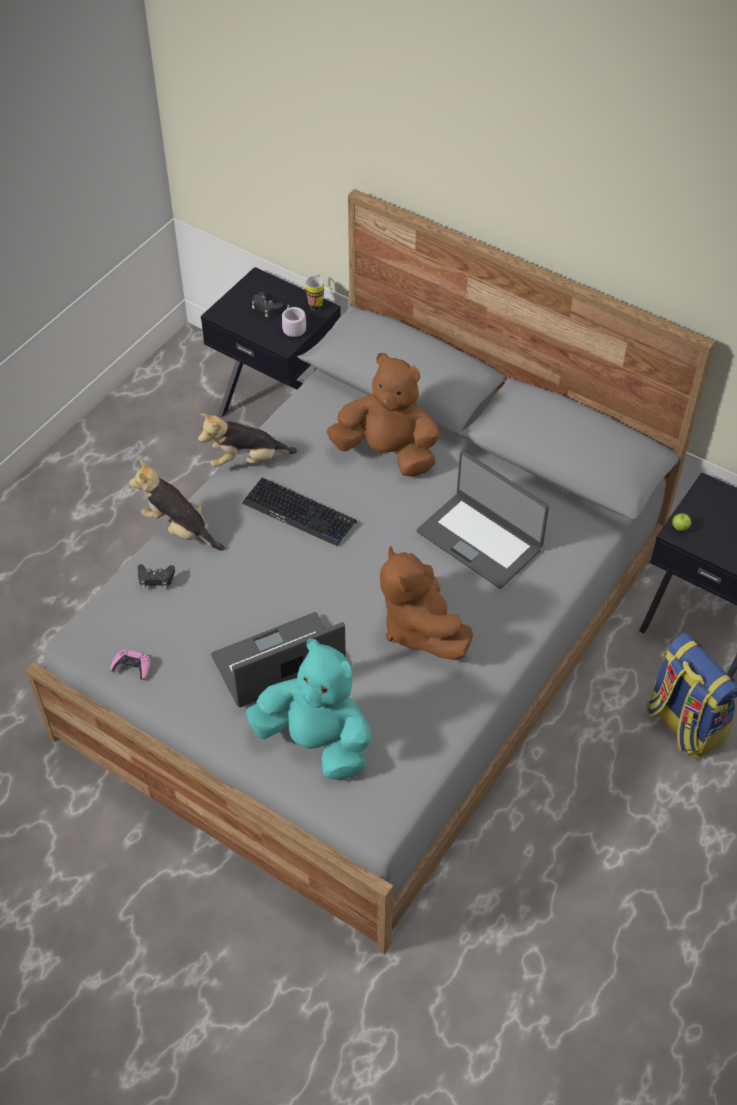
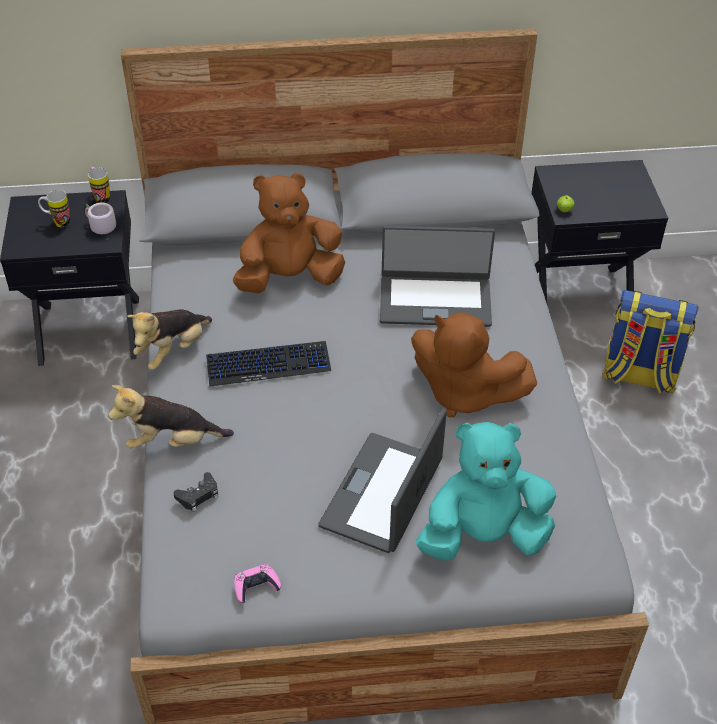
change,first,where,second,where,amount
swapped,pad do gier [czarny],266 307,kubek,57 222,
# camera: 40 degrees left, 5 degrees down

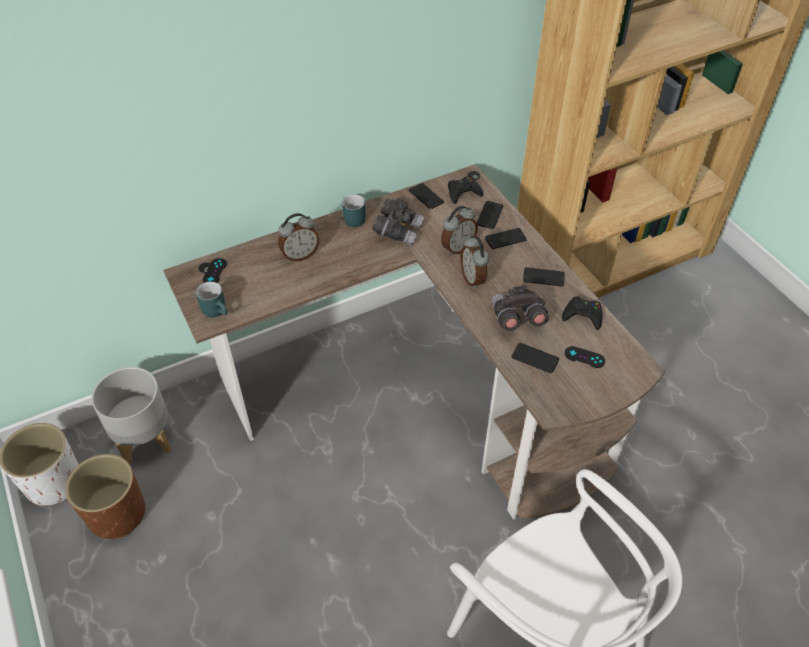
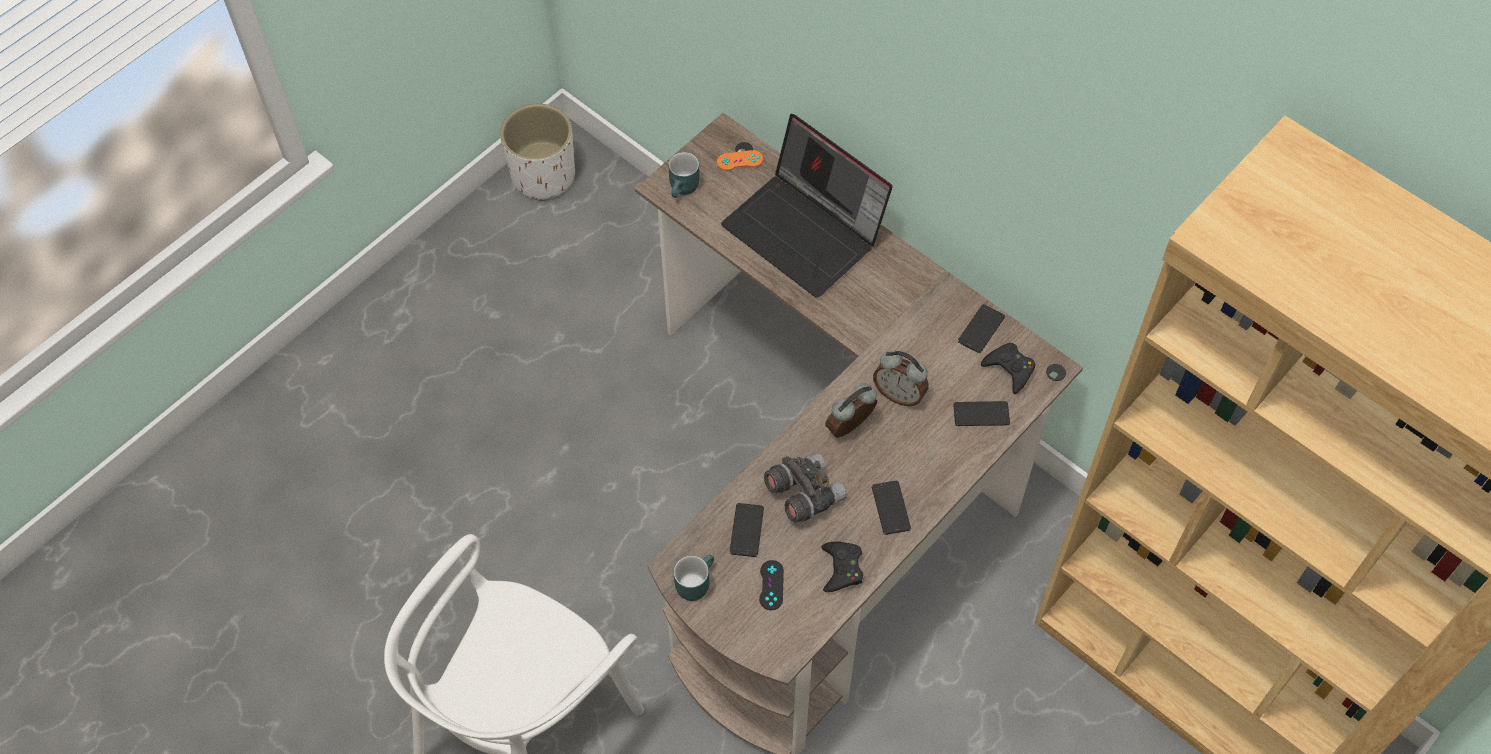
change,first,where,second,where,amount
shifted,kubek [turkusowy],351 219,,694 581,
repainted,pad do gier [czarny],214 272,pad do gier [pomarańczowy],739 160,
swapped,budzik,300 255,laptop,806 231,
gone,donica [brązowy],117 513,,,
gone,donica [szary],145 440,,,
gone,lornetka [szary],398 231,,,
gone,telefon,505 239,,,
# camera: 70 degrees right, 10 degrees up

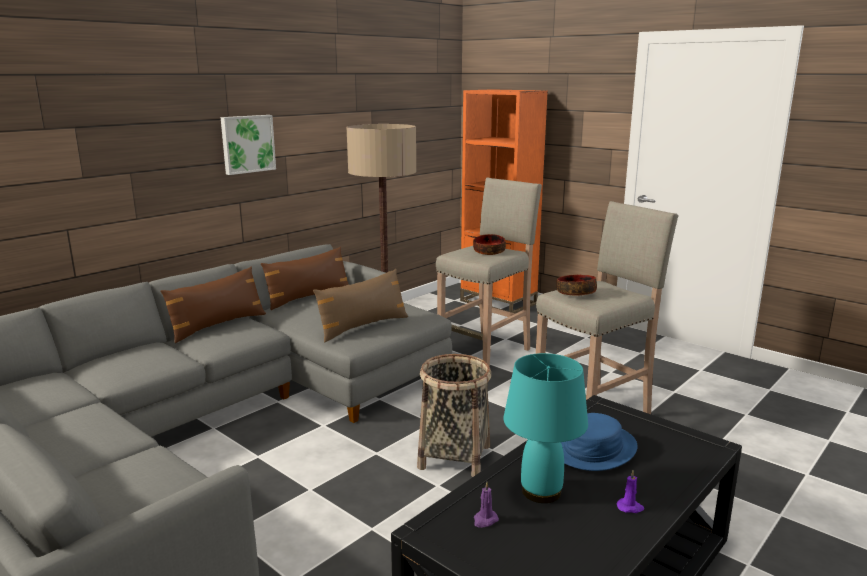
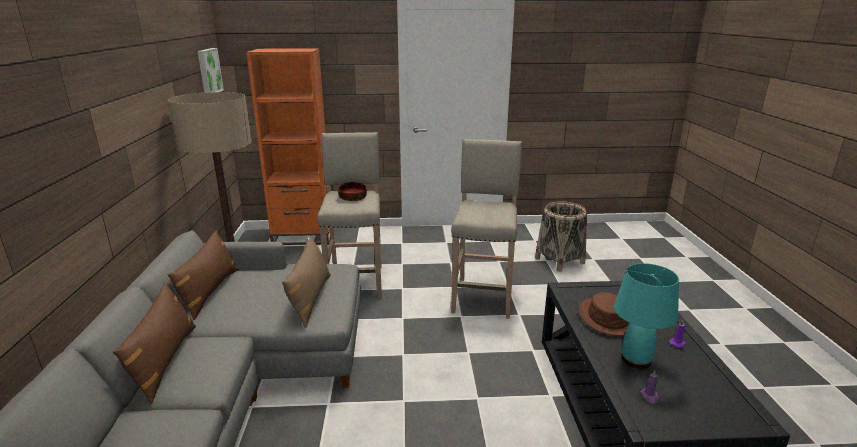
change,first,where,second,where,amount
shifted,obraz,247 144,,208 71,
shifted,koszyk,455 457,,559 260,
repainted,kapelusz [niebieski],593 448,kapelusz [brązowy],608 317,
gone,miska,576 293,,,
# camera: 45 degrees left, 5 degrees up

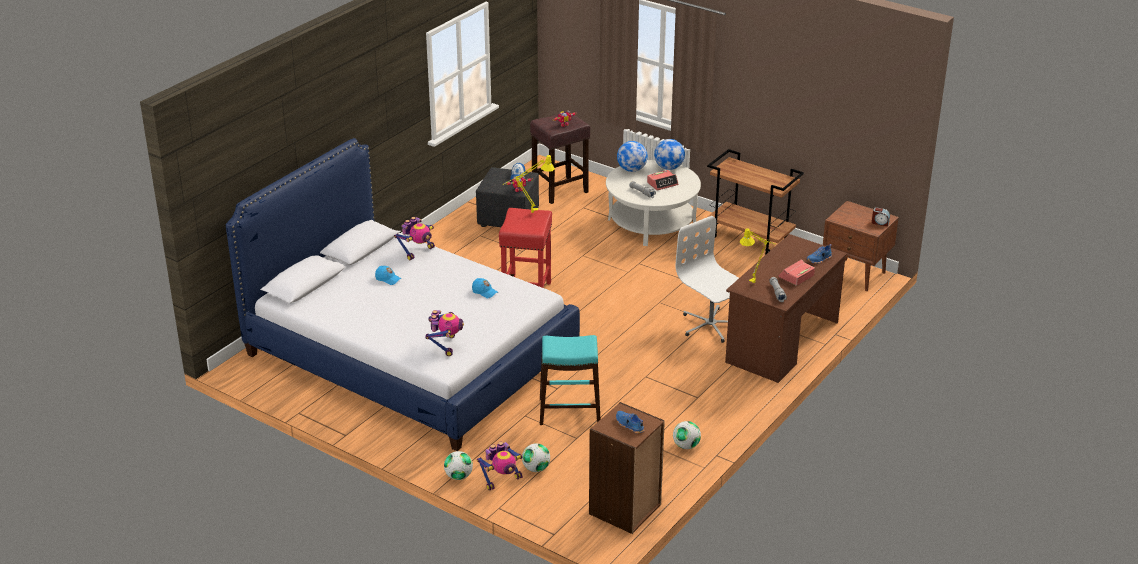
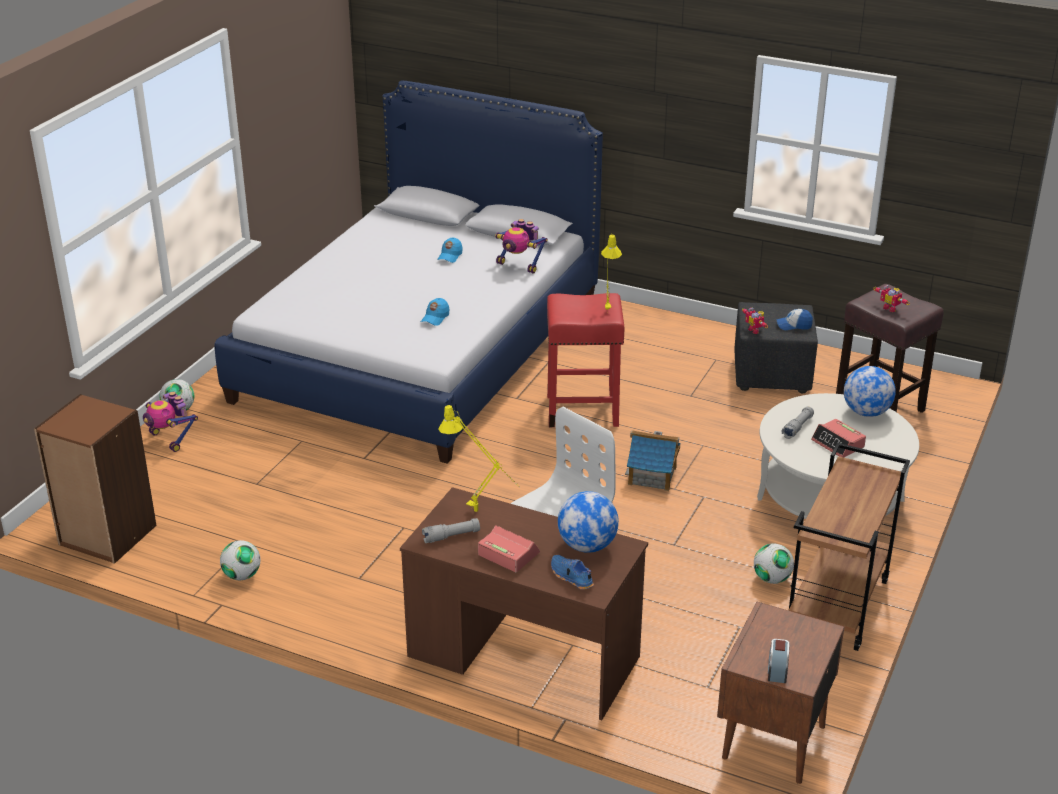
change,first,where,second,where,amount
shifted,globus,669 167,,587 546,
new,,,domek,652 476,
shifted,piłka futbolowa,536 468,,772 579,
gone,robot zabawkowy,445 345,,,
gone,stołek [turkusowy],570 411,,,
gone,but [niebieski],629 425,,,
# camera: 80 degrees right, 0 degrees up

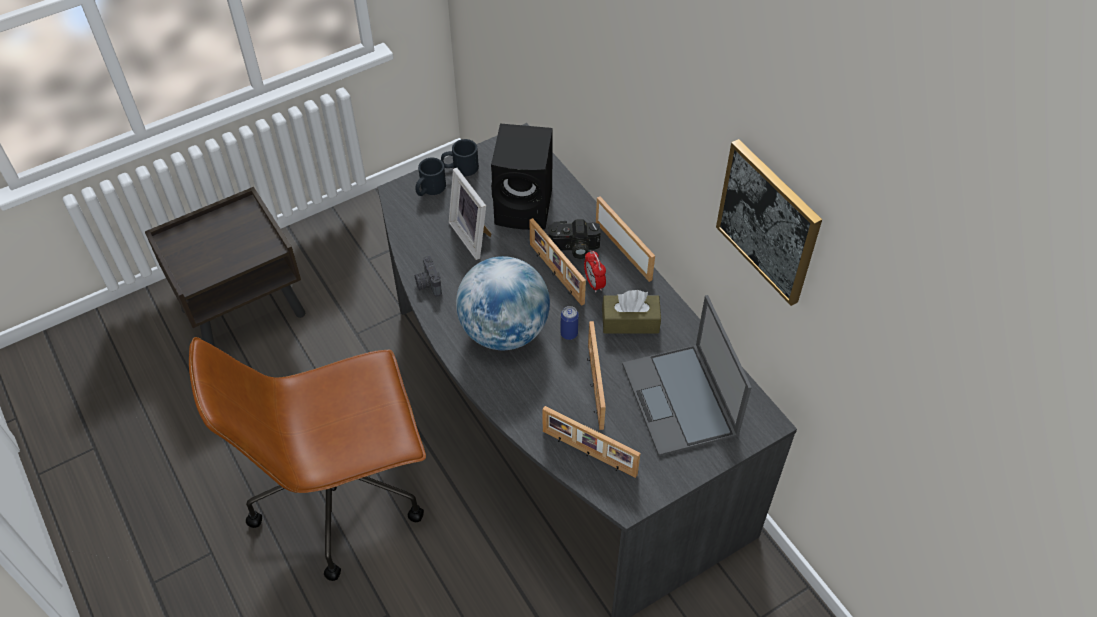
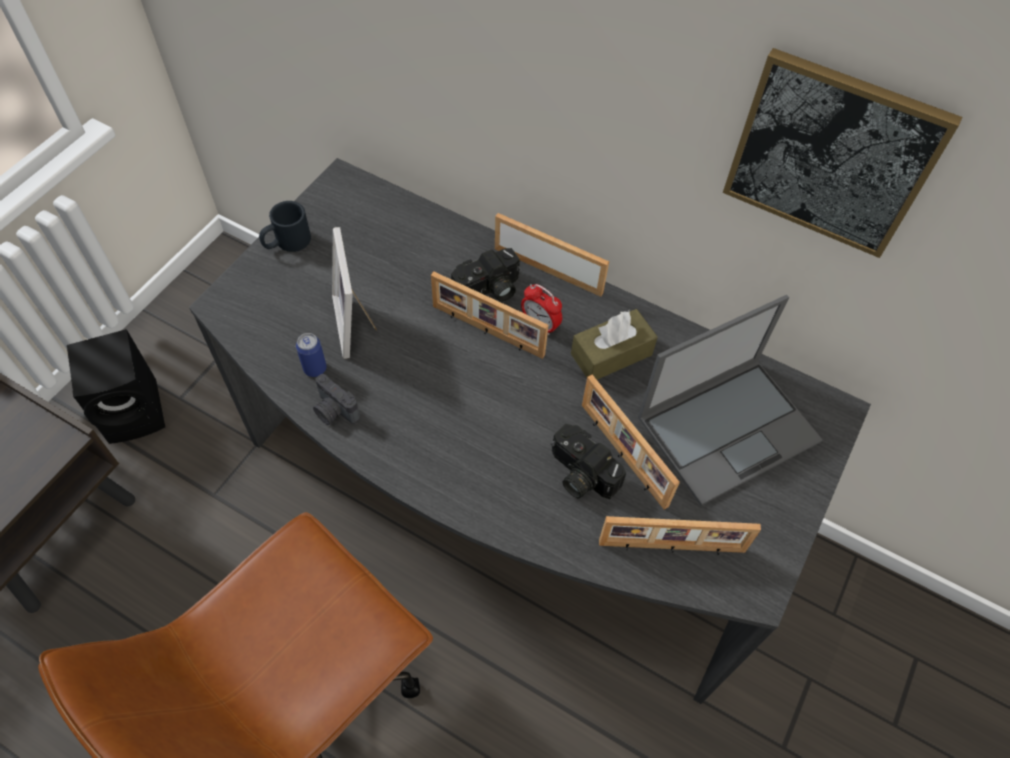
change,first,where,second,where,amount
shifted,głośnik [czarny],526 207,,136 411,
shifted,puszka,569 334,,315 368,
rotated,ramka na zdjęcie,473 236,,356 323,45 degrees clockwise
new,,,aparat fotograficzny,579 474,
rotated,laptop,680 400,,729 428,75 degrees counterclockwise
gone,kubek [czarny],429 189,,,
gone,globus,504 331,,,
# camera: 30 degrees left, 5 degrees up

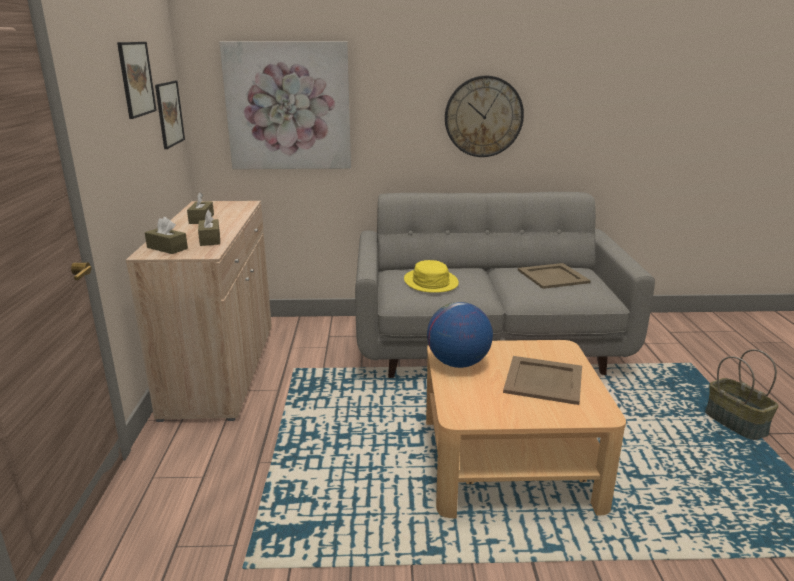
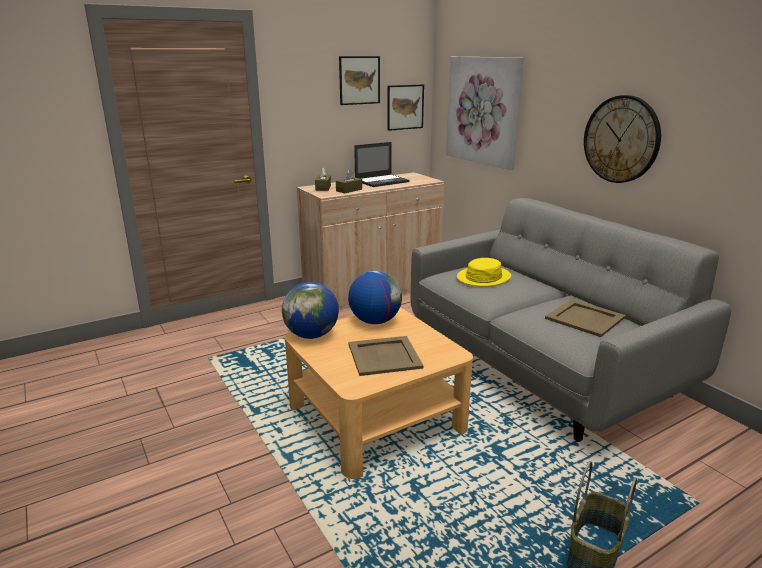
change,first,where,second,where,amount
new,,,globus,312 335,
swapped,pudełko chusteczek [brązowy],201 219,laptop,382 181,
# camera: 60 degrees right, 0 degrees up

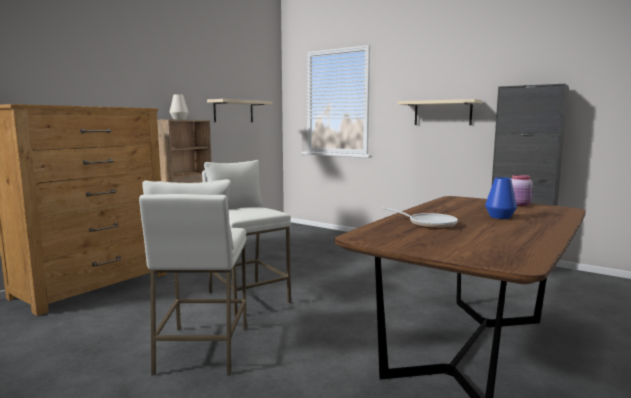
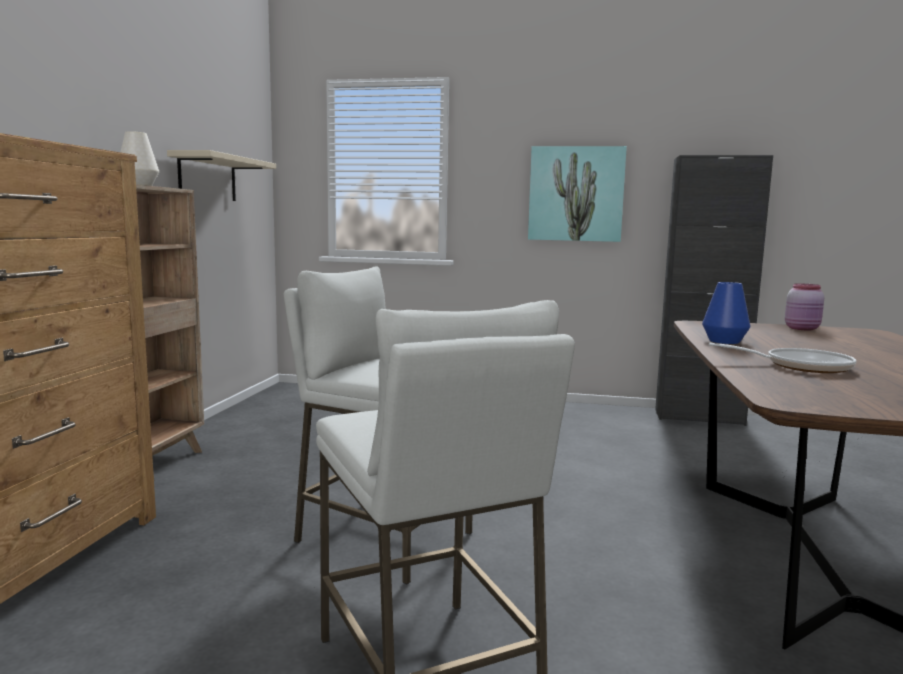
change,first,where,second,where,amount
swapped,półka [beżowy],442 113,obraz,576 194,
shifted,wazon [niebieski],500 217,,724 341,
# camera: 25 degrees left, 0 degrees up

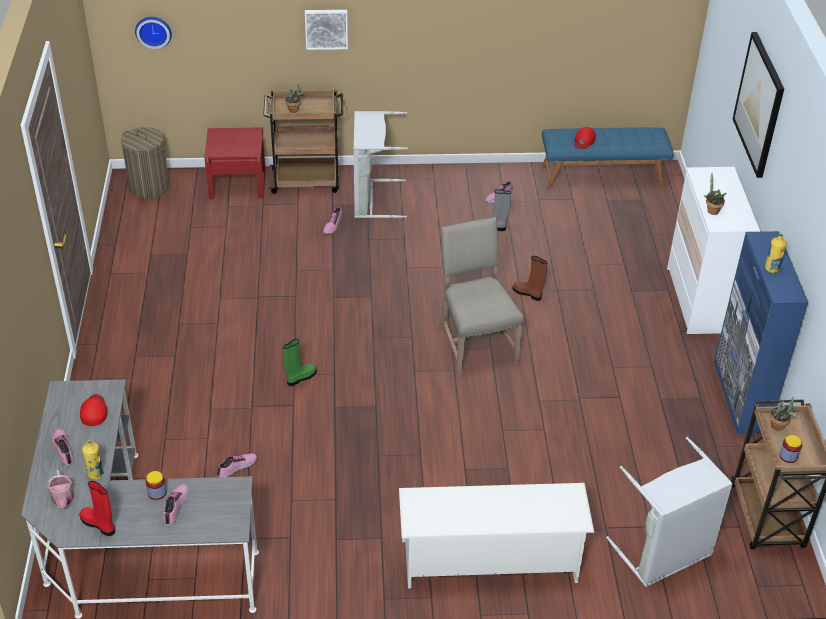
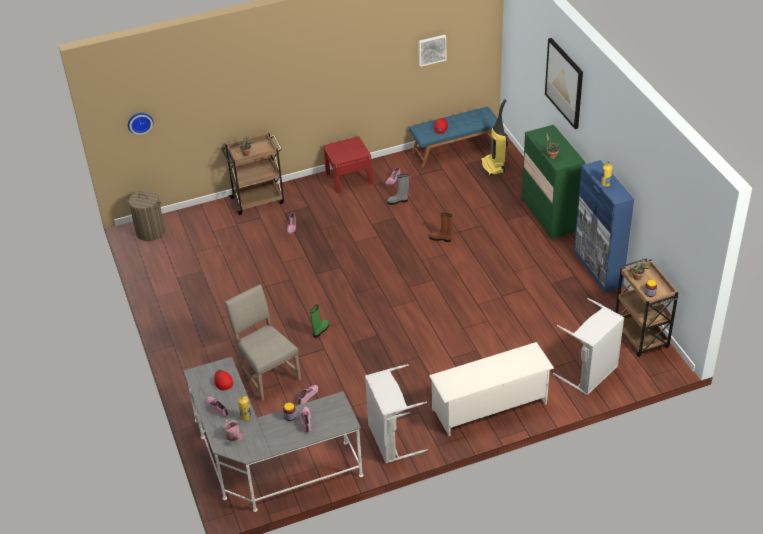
change,first,where,second,where,amount
shifted,krzesło [beżowy],475 343,,267 374,
shifted,szafka nocna [czerwony],237 183,,349 178,
shifted,kosz na pranie [szary],372 199,,390 440,
shifted,obraz,326 28,,431 49,
new,,,odkurzacz,493 166,
repainted,komoda [biały],699 300,komoda [zielony],549 215,
gone,but z cholewką [czerwony],99 524,,,
# camera: 15 degrees left, 0 degrees up

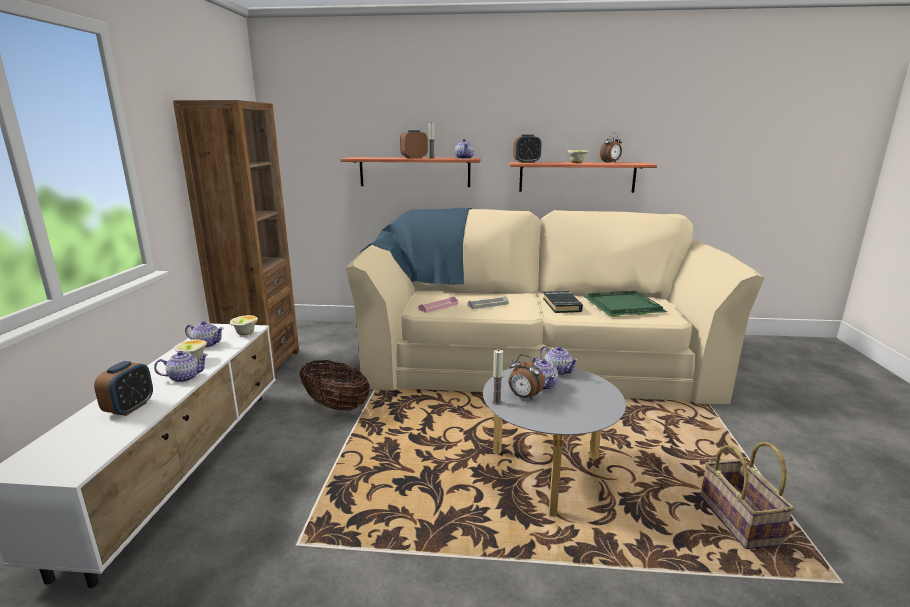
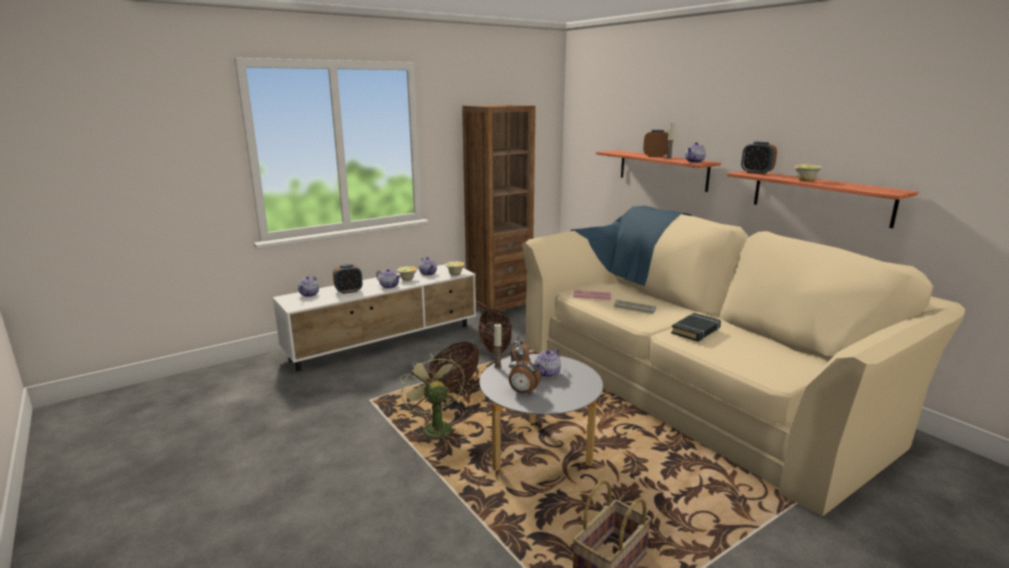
change,first,where,second,where,amount
shifted,imbryk,557 371,,309 294,
new,,,wentylator [zielony],434 427,
new,,,koszyk,454 386,
shifted,budzik,610 162,,523 392,
gone,taca [zielony],622 306,,,
# camera: 50 degrees right, 0 degrees up

